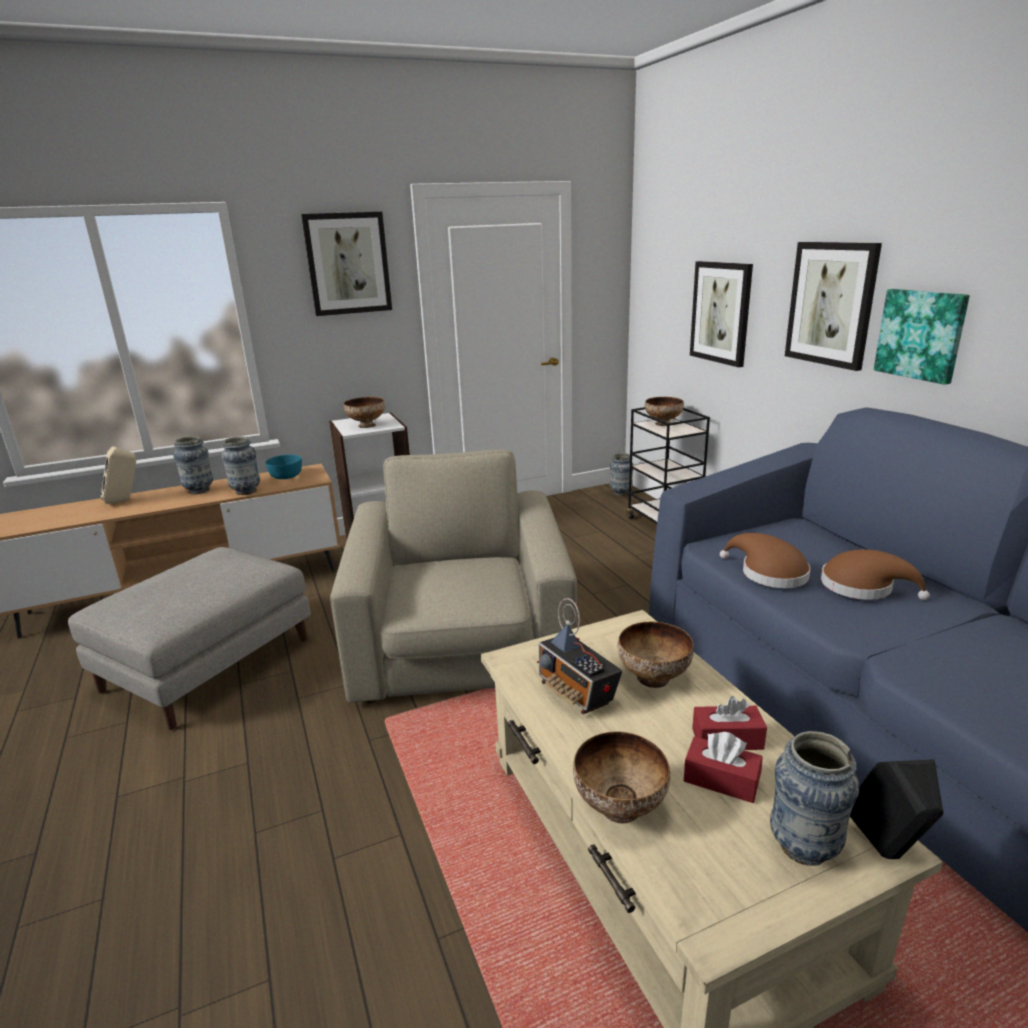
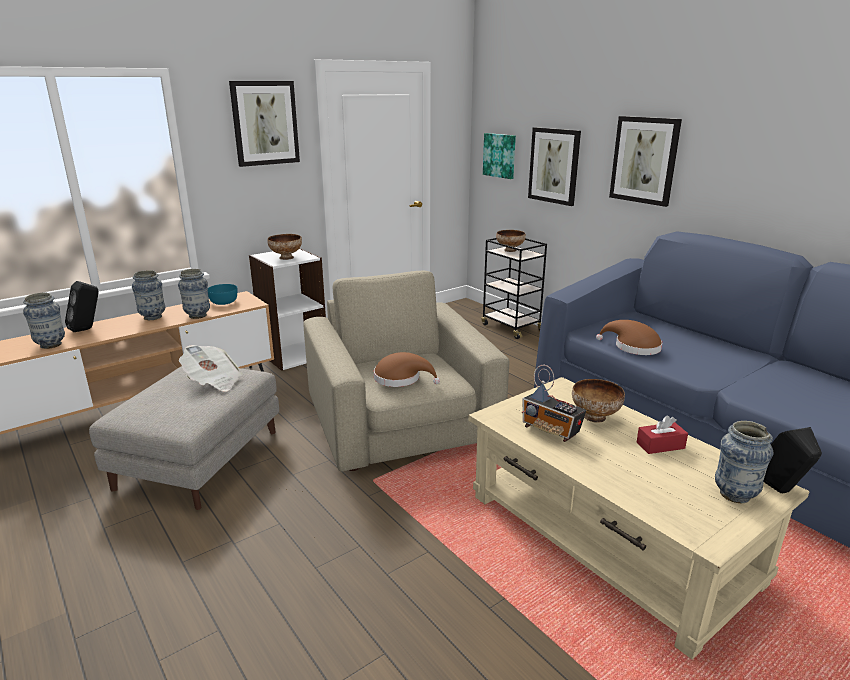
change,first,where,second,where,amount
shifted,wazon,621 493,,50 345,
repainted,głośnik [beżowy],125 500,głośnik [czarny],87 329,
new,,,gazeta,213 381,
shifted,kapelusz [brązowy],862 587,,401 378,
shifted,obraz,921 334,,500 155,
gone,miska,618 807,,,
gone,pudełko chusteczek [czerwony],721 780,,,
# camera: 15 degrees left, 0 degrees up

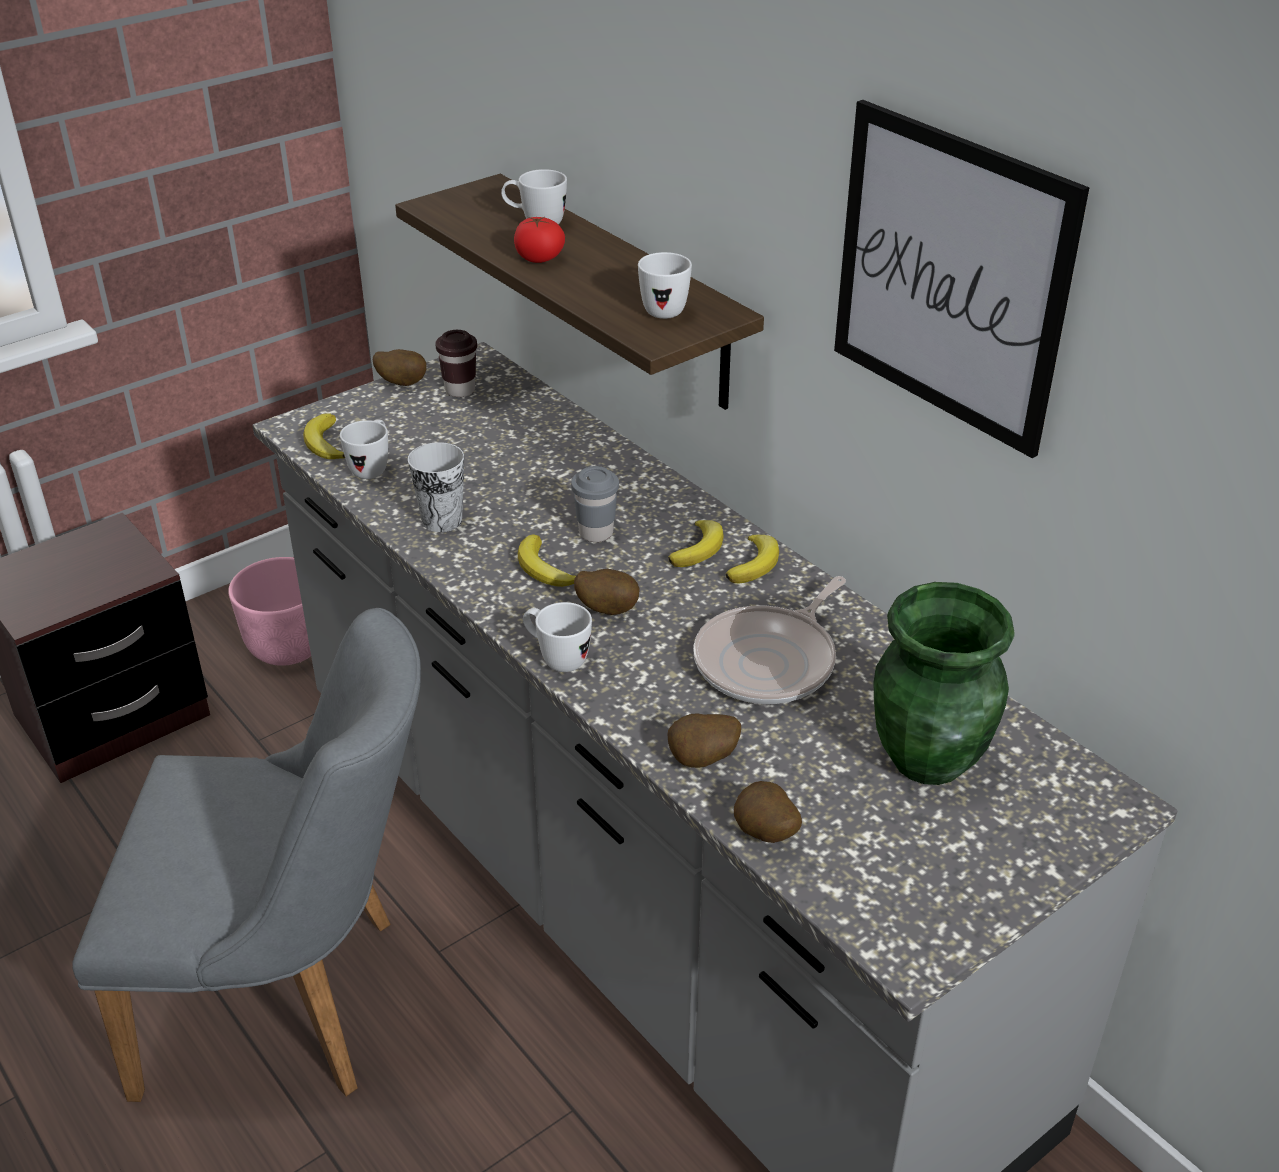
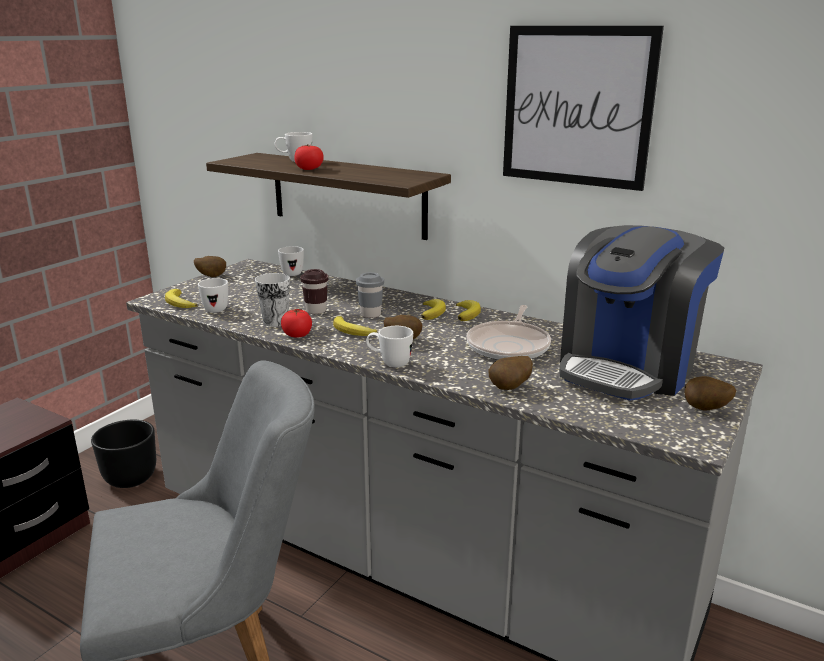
change,first,where,second,where,amount
repainted,donica [różowy],289 648,donica [czarny],131 478,
shifted,kubek [biały],665 308,,292 273,
new,,,pomidor,297 335,
shifted,filiżanka [brązowy],460 390,,316 311,
swapped,wazon [zielony],930 759,ekspres do kawy,628 367,
shifted,ziemniak,764 835,,705 410,
# camera: 20 degrees left, 15 degrees down

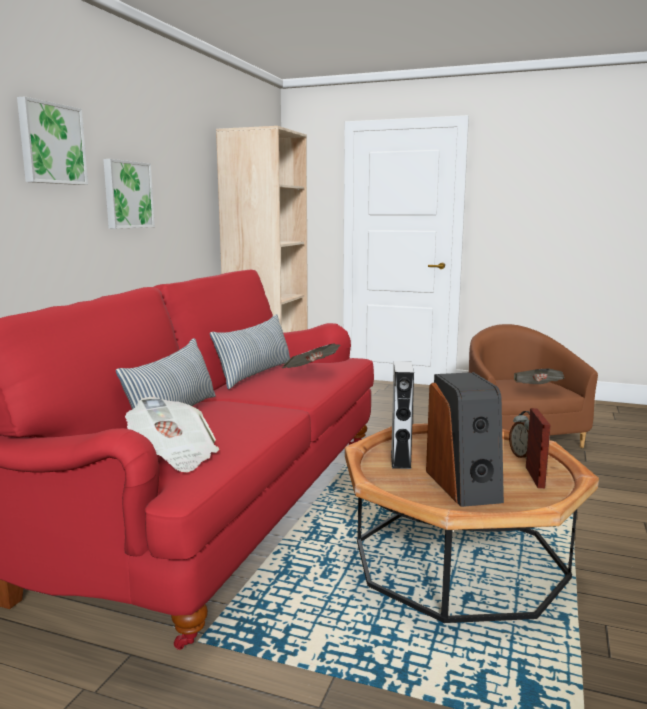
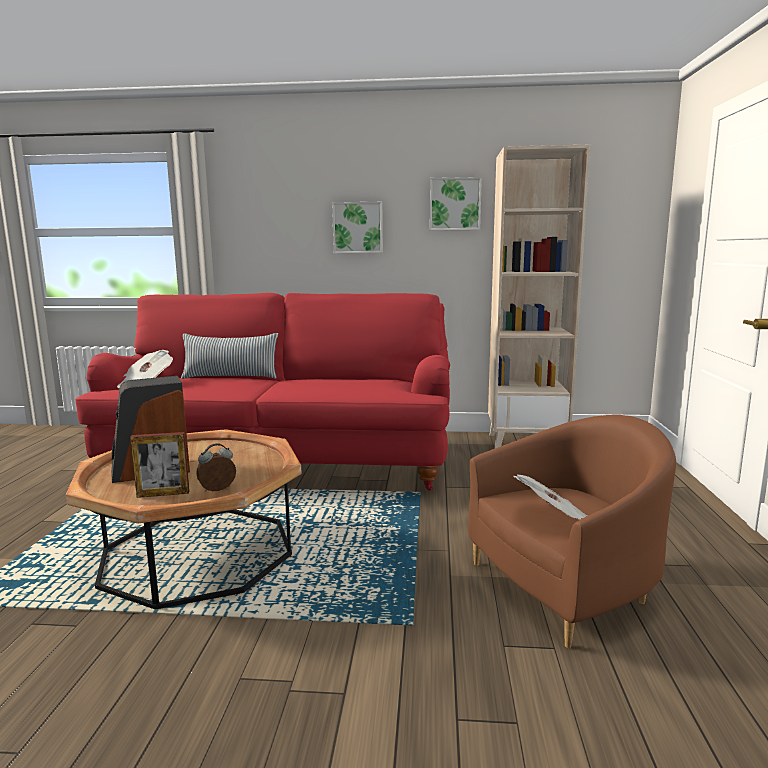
change,first,where,second,where,amount
shifted,obraz,51 144,,455 204,
gone,poduszka,255 374,,,
gone,gazeta,310 372,,,
gone,głośnik [szary],400 459,,,
# camera: 75 degrees right, 0 degrees up

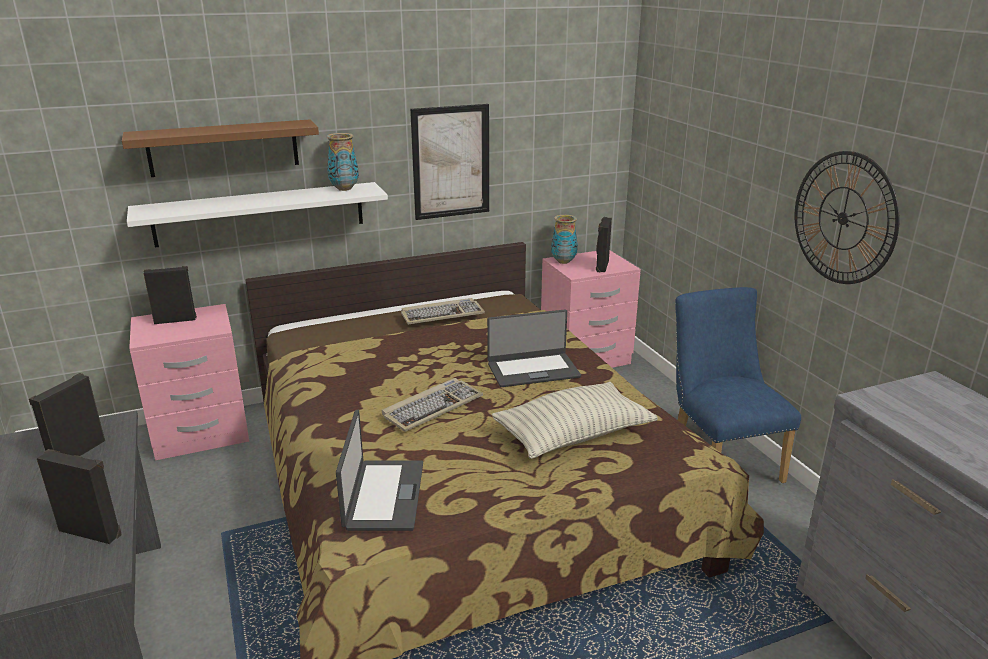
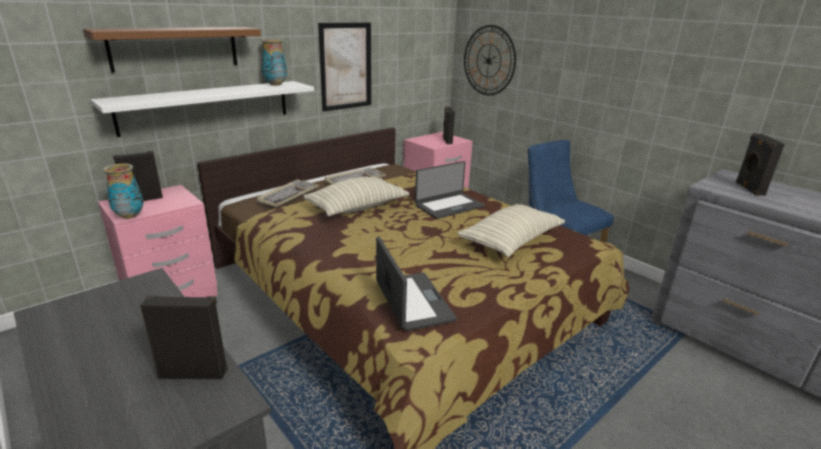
change,first,where,second,where,amount
shifted,wazon,563 261,,129 216,
shifted,klawiatura,432 407,,288 195,
new,,,poduszka,357 208,
shifted,zegar ścienny,843 218,,488 60,
shifted,głośnik [czarny],76 453,,748 189,
# camera: 20 degrees left, 0 degrees up

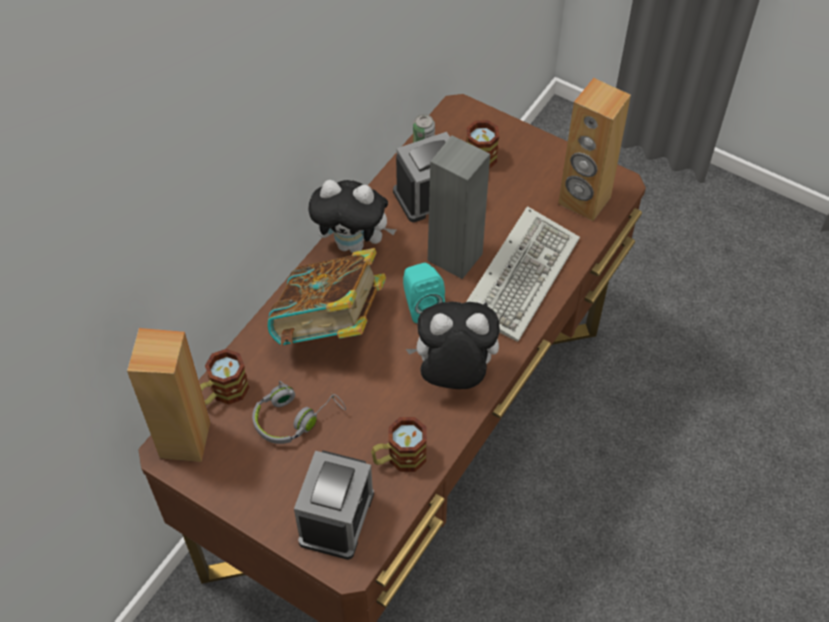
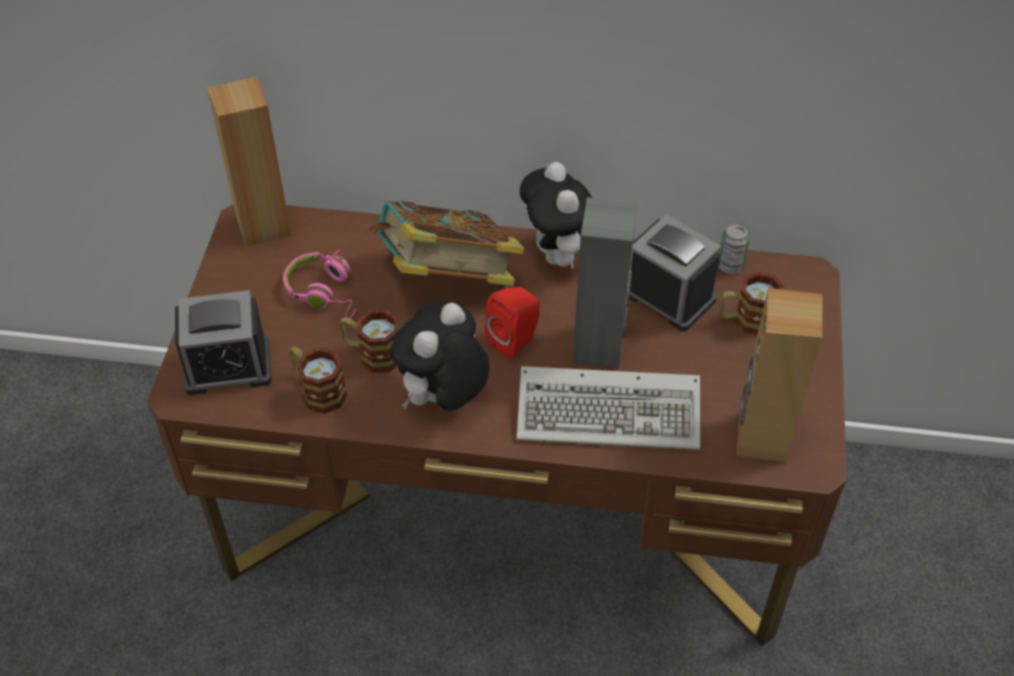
change,first,where,second,where,amount
repainted,słuchawki [szary],295 417,słuchawki [różowy],325 293,
shifted,kubek,223 393,,372 354,
rotated,pluszak,453 374,,443 398,120 degrees counterclockwise
repainted,głośnik [turkusowy],421 305,głośnik [czerwony],515 340,
# camera: 65 degrees right, 5 degrees down

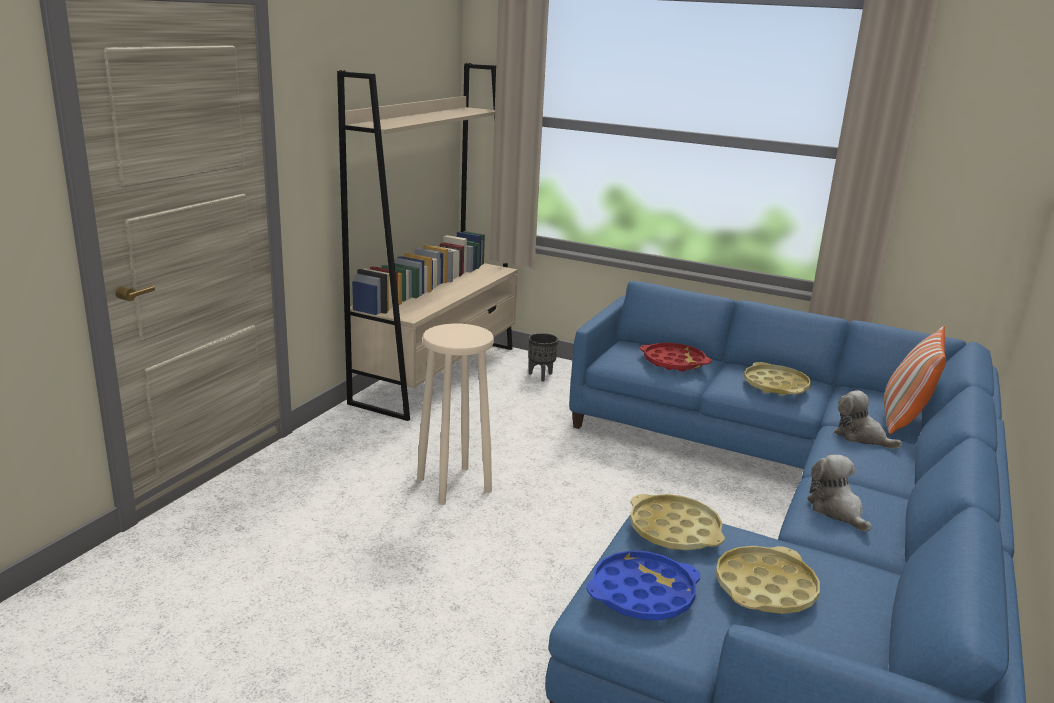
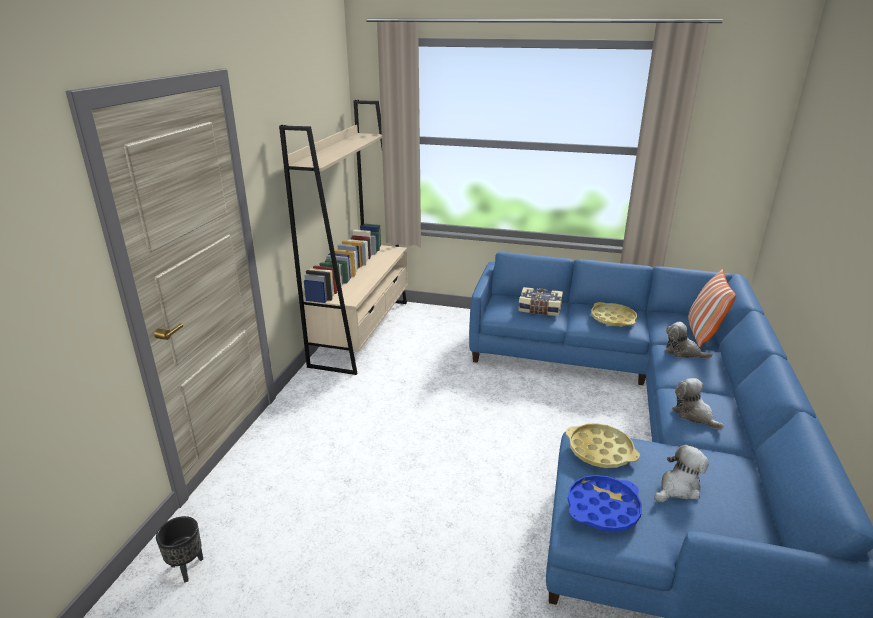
change,first,where,second,where,amount
shifted,donica [czarny],541 376,,188 568,
swapped,taca [czerwony],674 362,książka,539 309,
swapped,taca [żółty],765 588,pluszak,678 487,
gone,stołek [beżowy],455 485,,,
# camera: 10 degrees left, 5 degrees up

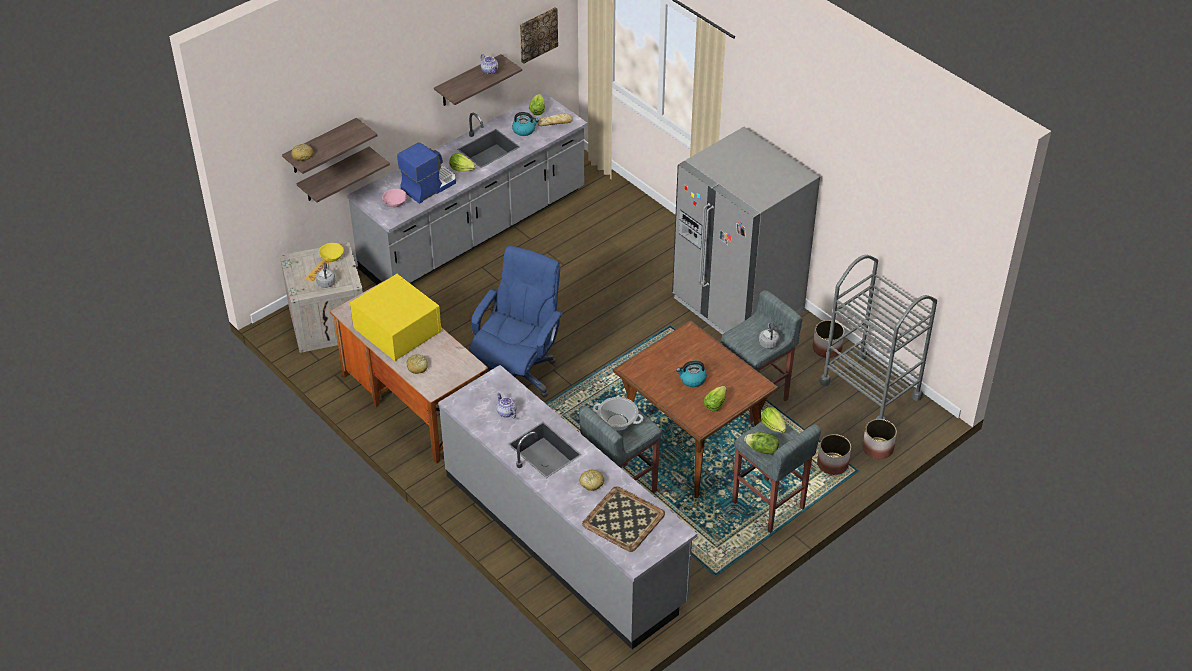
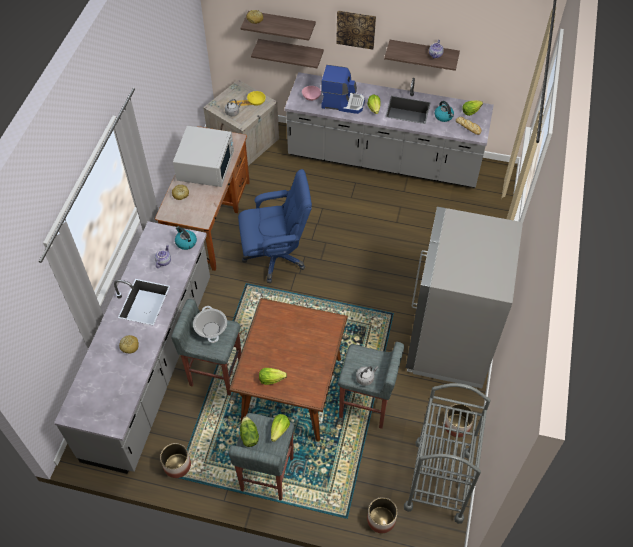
change,first,where,second,where,amount
shifted,donica,833 464,,177 465,
repainted,mikrofalówka [żółty],397 330,mikrofalówka [biały],206 165,
shifted,czajnik,692 379,,186 242,
shifted,obraz,537 34,,356 29,
gone,taca,622 519,,,
# camera: 55 degrees right, 10 degrees up

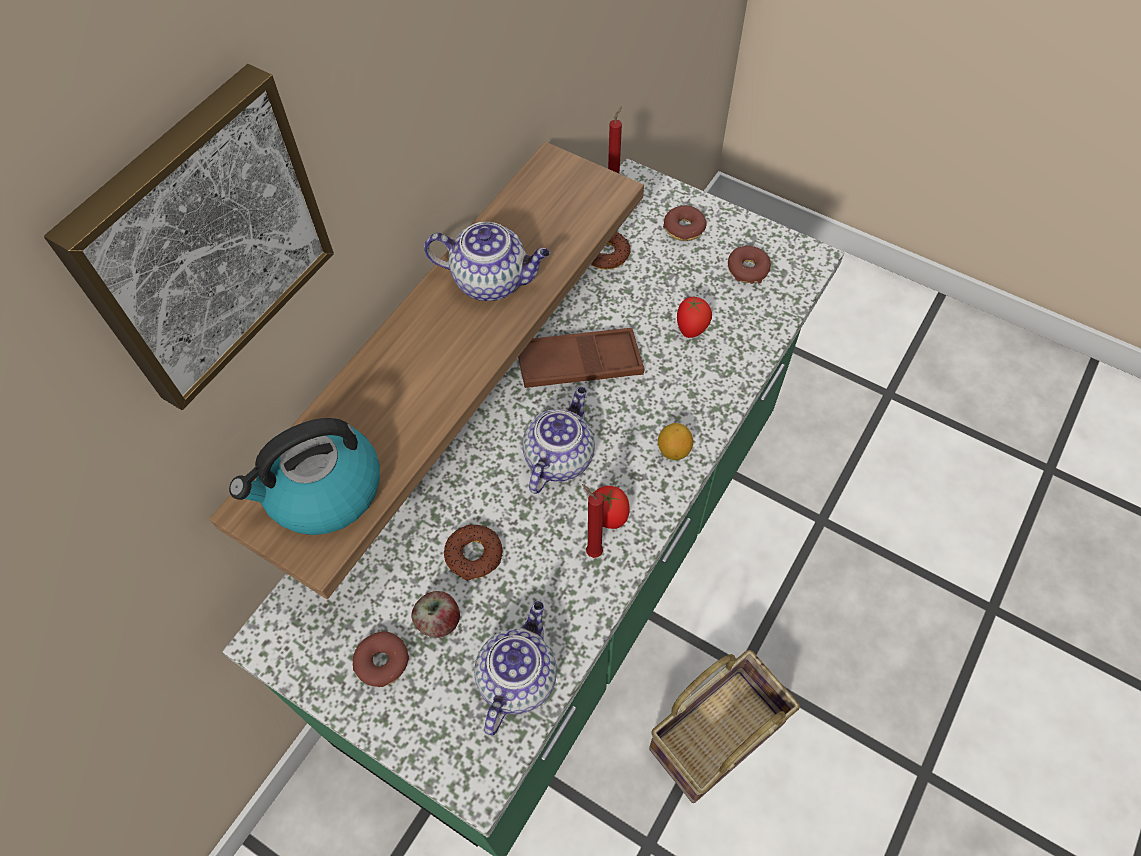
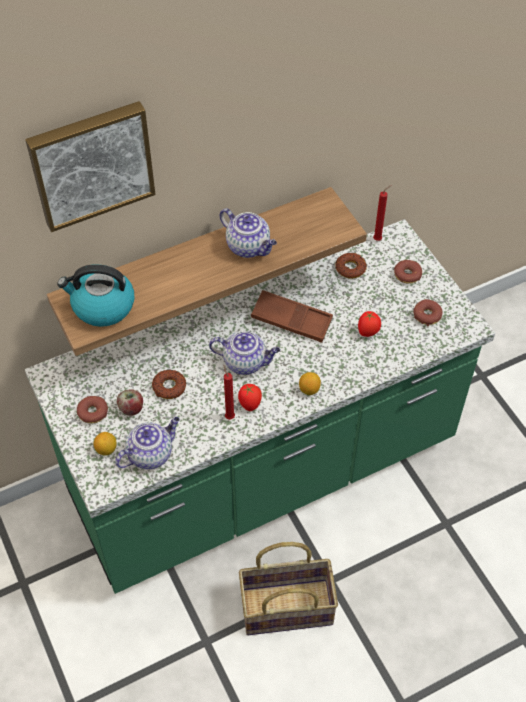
change,first,where,second,where,amount
new,,,cytryna,106 449,
rotated,imbryk,559 457,,245 362,45 degrees clockwise
# camera: 30 degrees right, 5 degrees down

